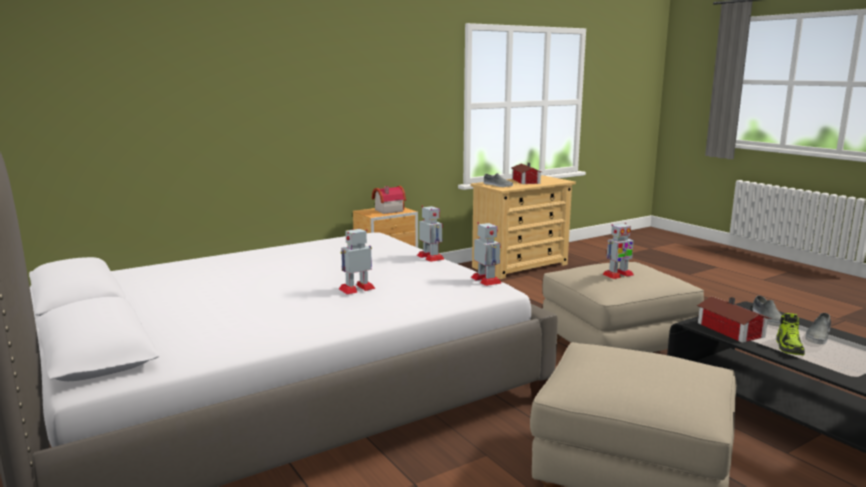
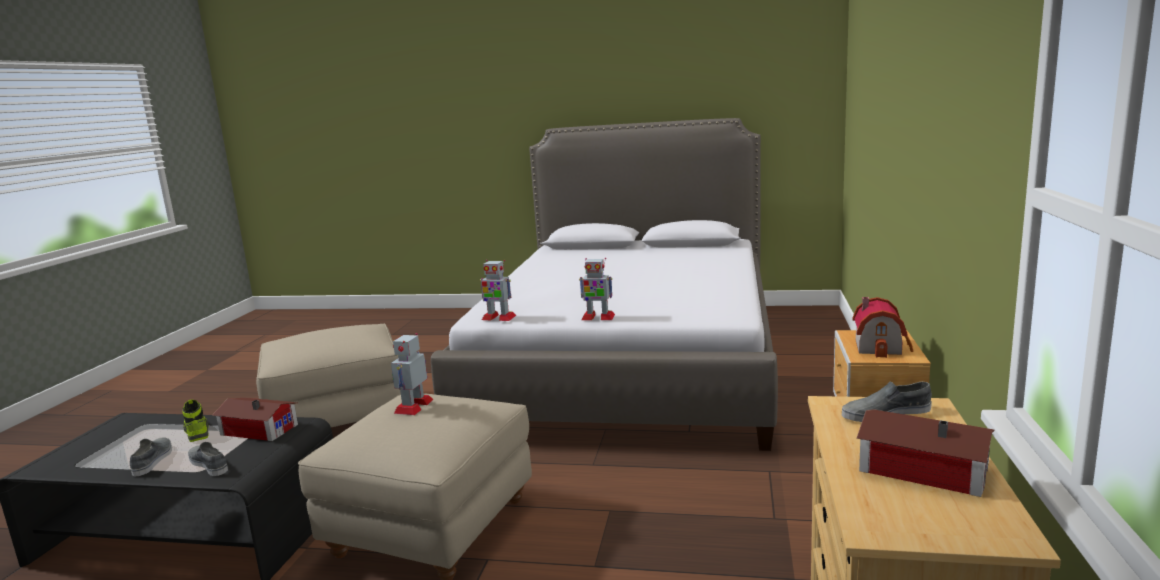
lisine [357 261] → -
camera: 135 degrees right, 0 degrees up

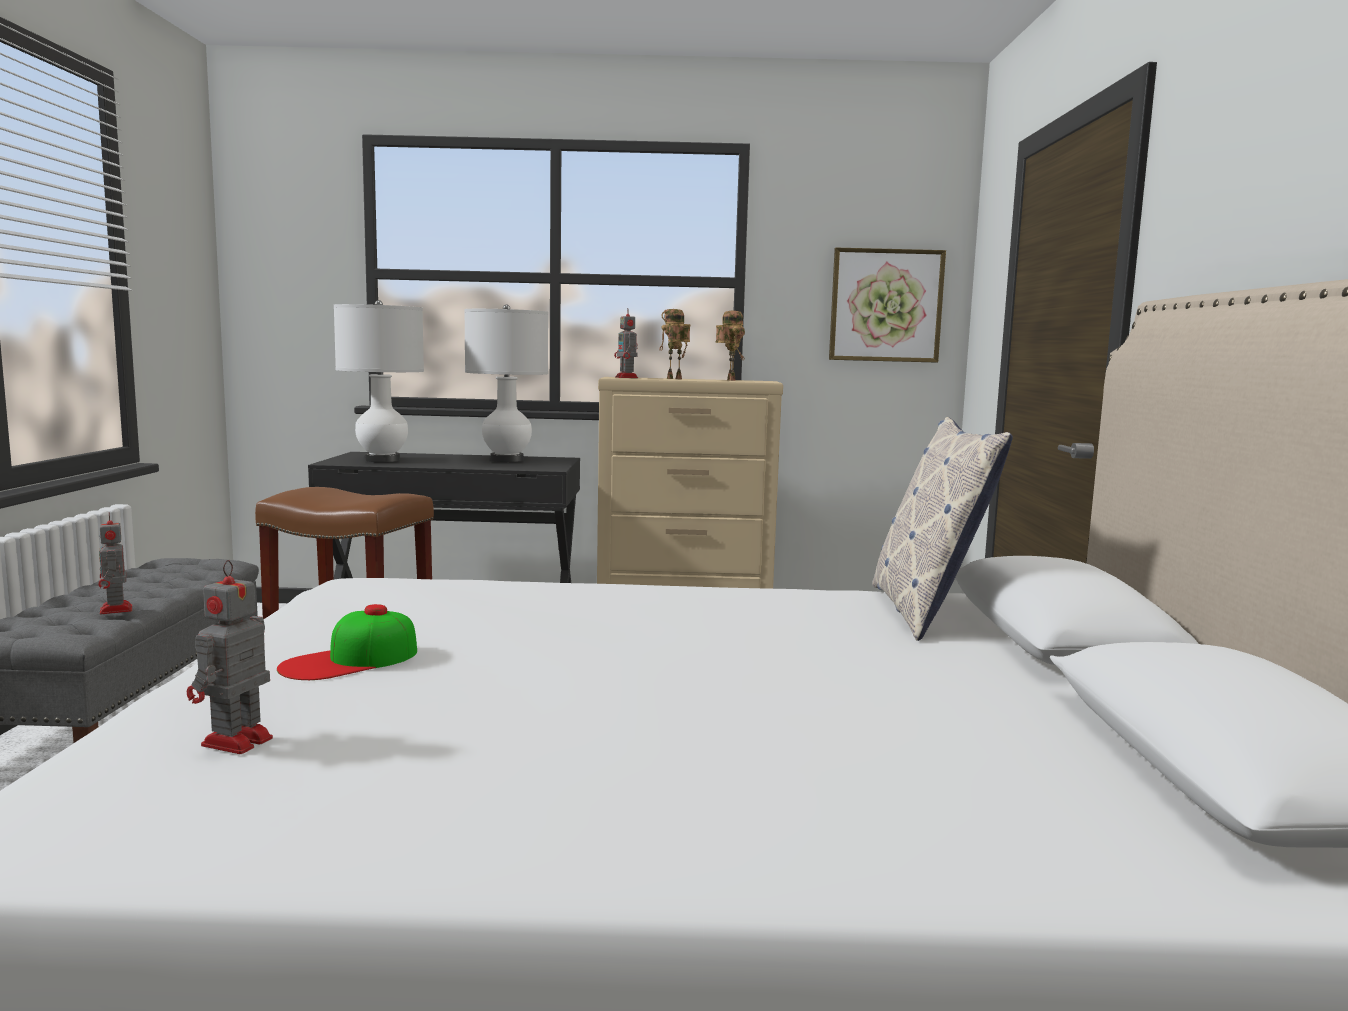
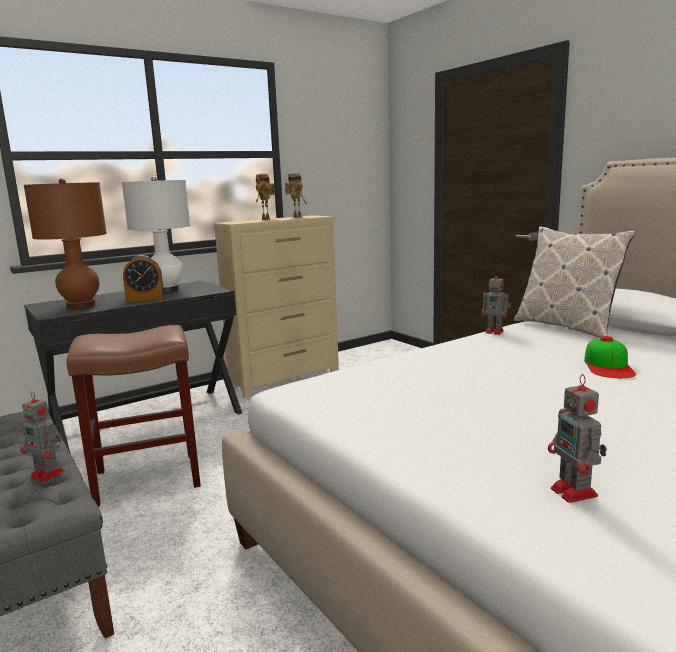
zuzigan [887 305] → -
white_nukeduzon [379 381] → brown_nukeduzon [65 244]
lisine [626 343] → lisine [496 303], moved
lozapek [347 642] → lozapek [610 357], moved
- → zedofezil [143 278]
camera: 35 degrees left, 5 degrees up

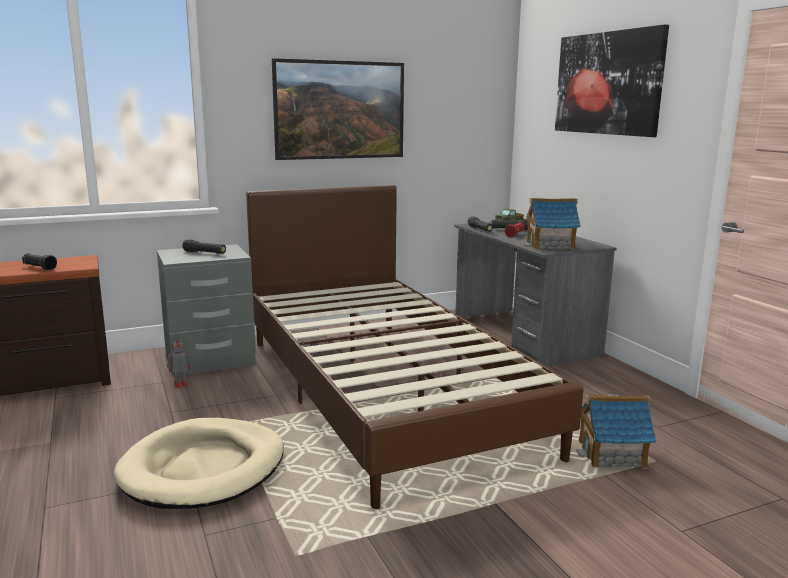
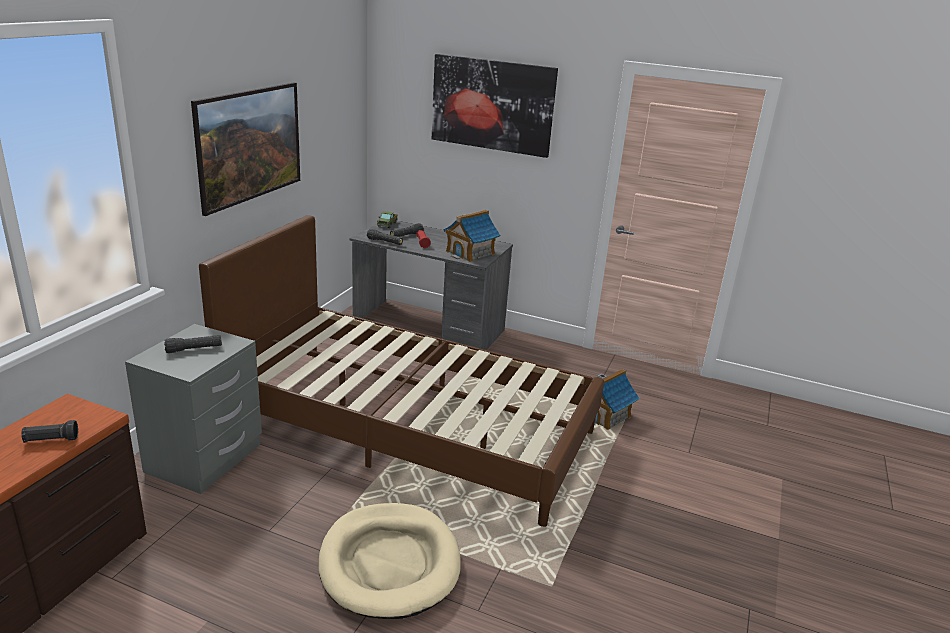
lisine [178 362] → -
camera: 45 degrees left, 10 degrees up

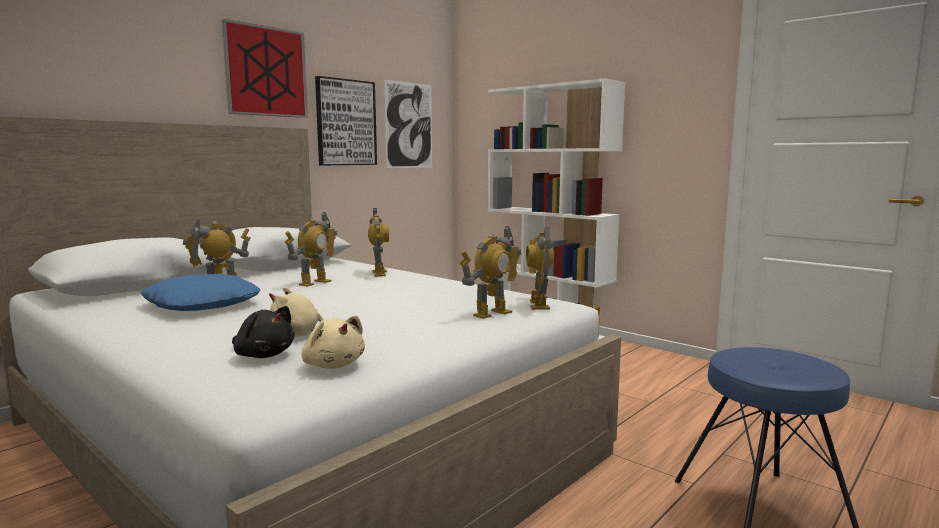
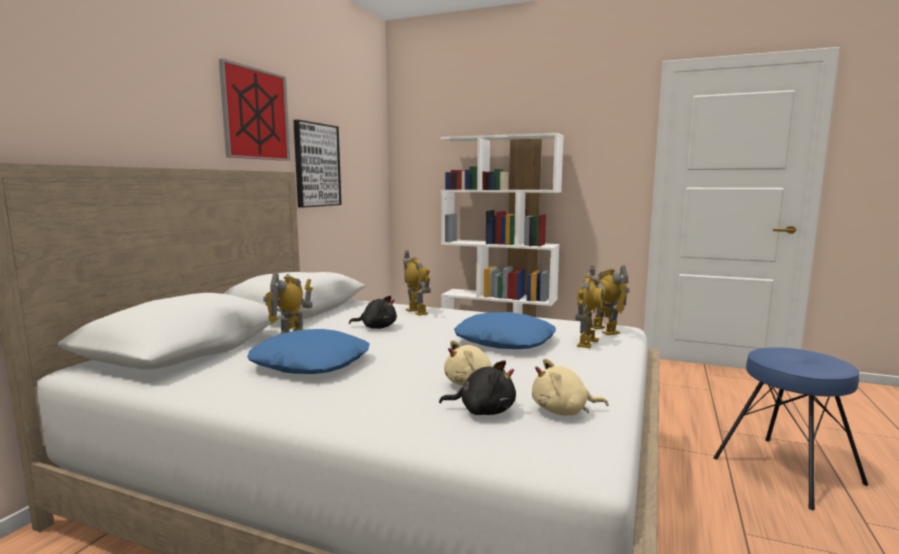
zuzigan [408 124] → -
lisine [311 249] → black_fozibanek [373 312]
beige_fozibanek [333 342] → beige_fozibanek [570 387], 150 degrees clockwise
- → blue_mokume [505 330]
camera: 20 degrees left, 0 degrees up

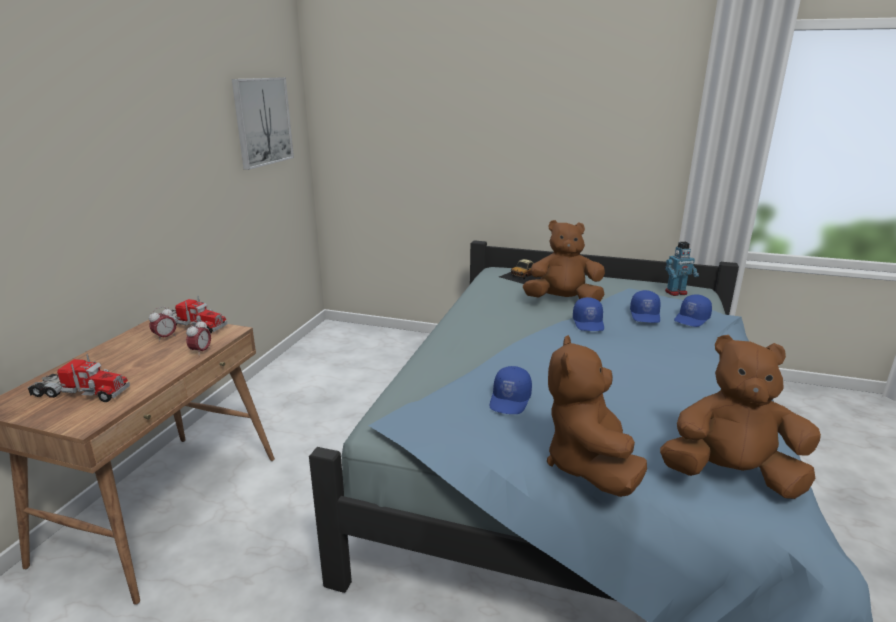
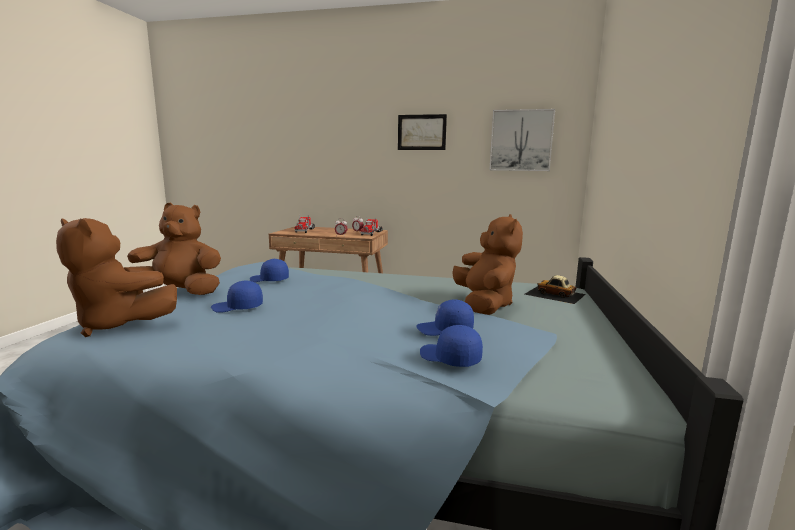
lisine [682 269] → -
blue_lozapek [588 314] → blue_lozapek [237 296], moved
brown_fozibanek [740 417] → brown_fozibanek [116 277], 105 degrees clockwise
- → zuzigan [422 132]
camera: 85 degrees right, 10 degrees down

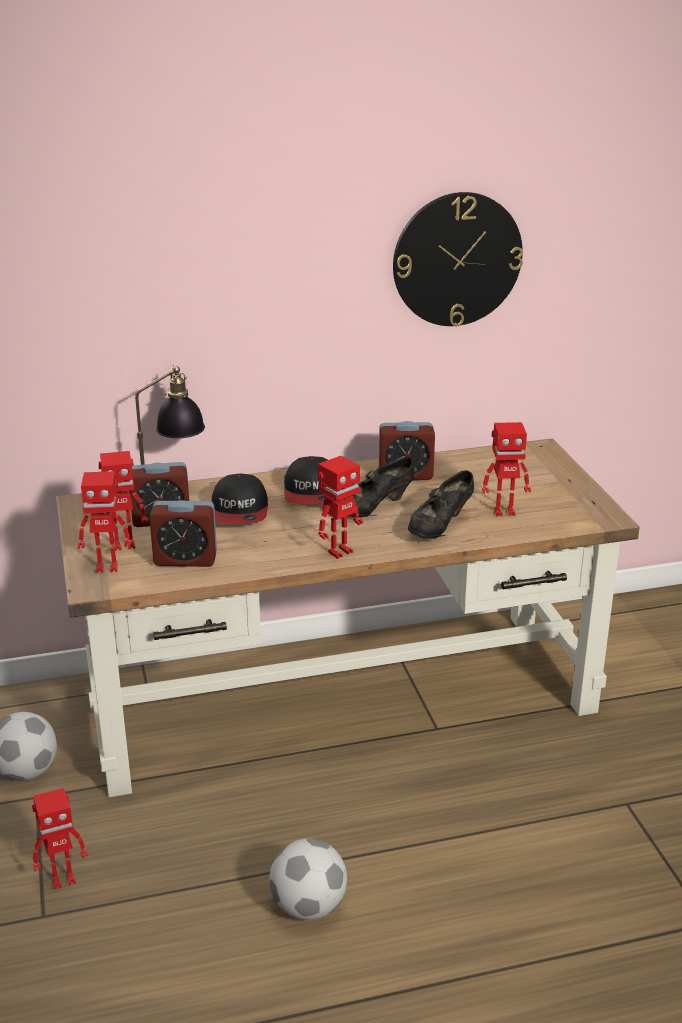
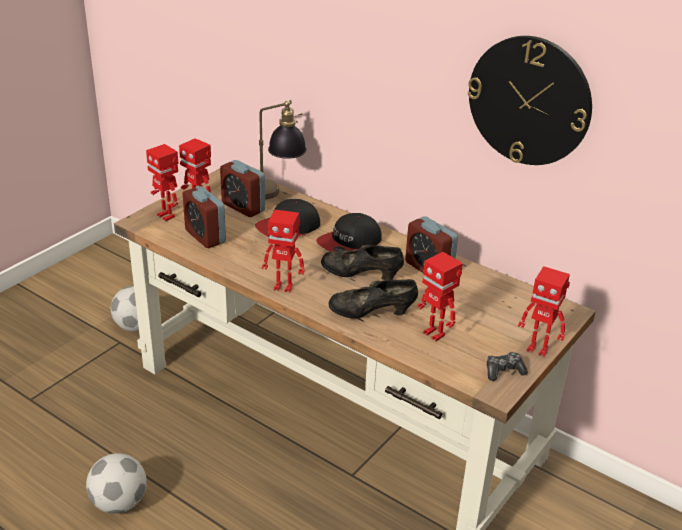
lisine [60 839] → lisine [544 311], moved
- → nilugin [507 366]
camera: 50 degrees right, 5 degrees up

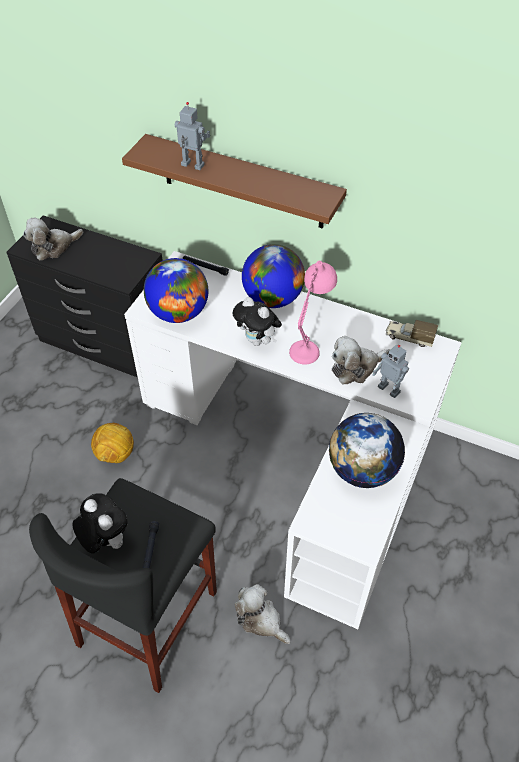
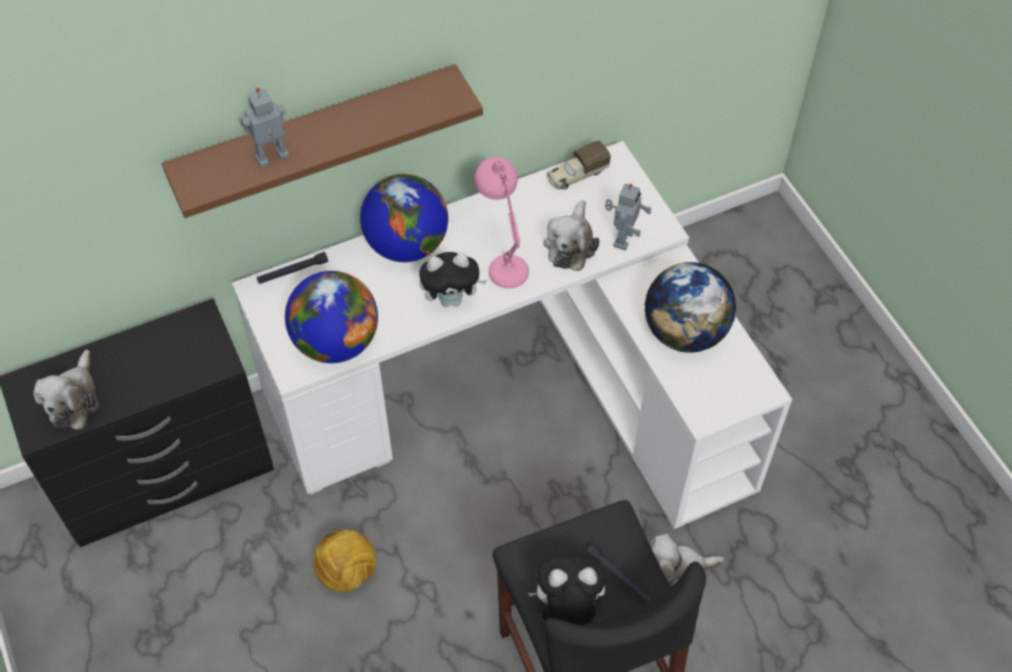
lisine [390 371] → lisine [628 217], 60 degrees counterclockwise
camera: 50 degrees left, 5 degrees up

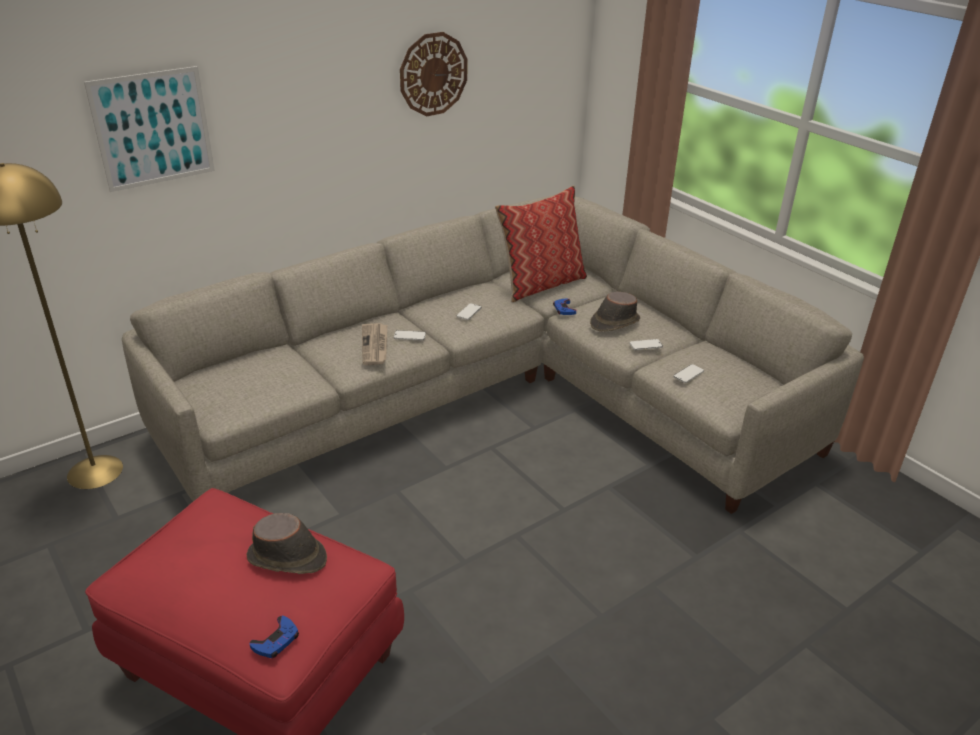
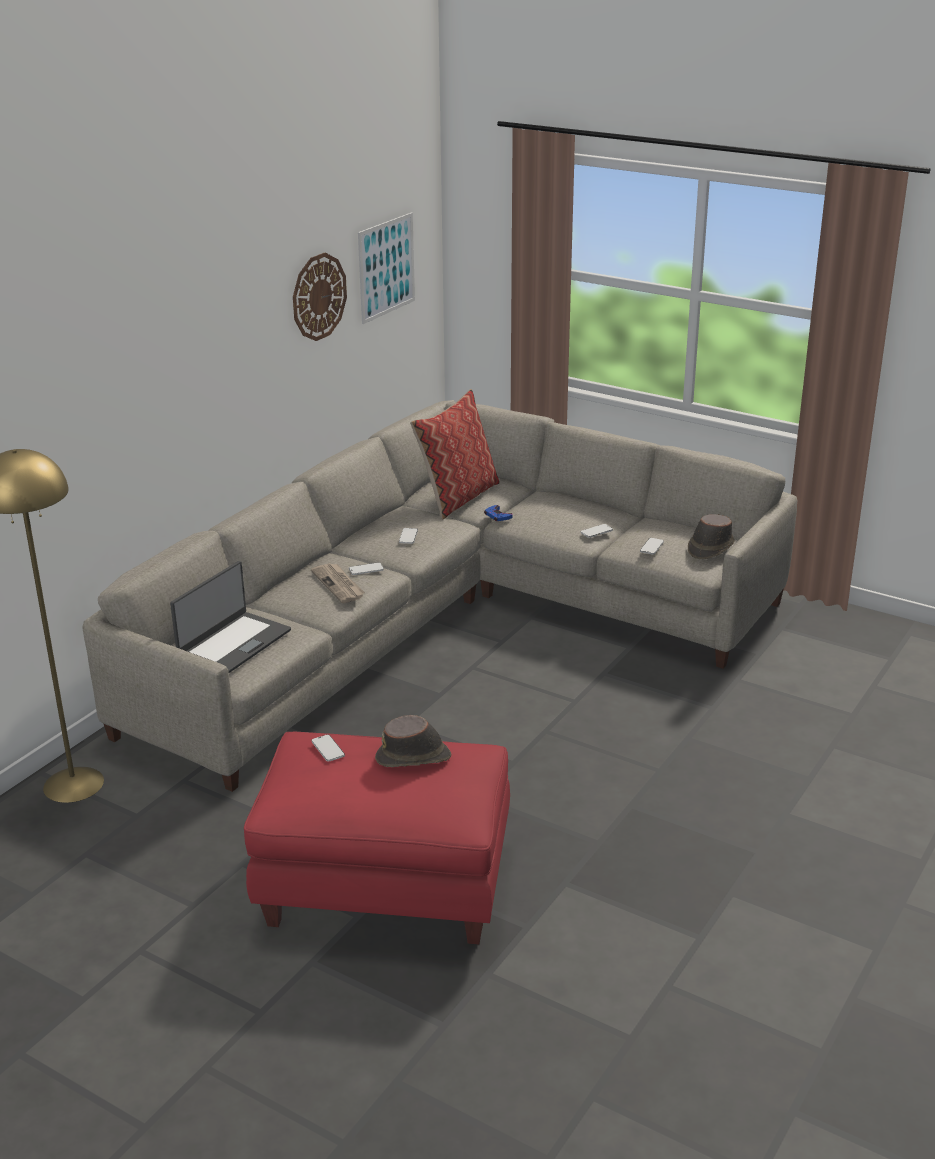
zuzigan [149 129] → zuzigan [386 268], moved
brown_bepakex [615 311] → brown_bepakex [711 536], moved
blue_nilugin [274 637] → -
- → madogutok [230 617]
- → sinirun [328 748]
camera: 20 degrees left, 5 degrees down

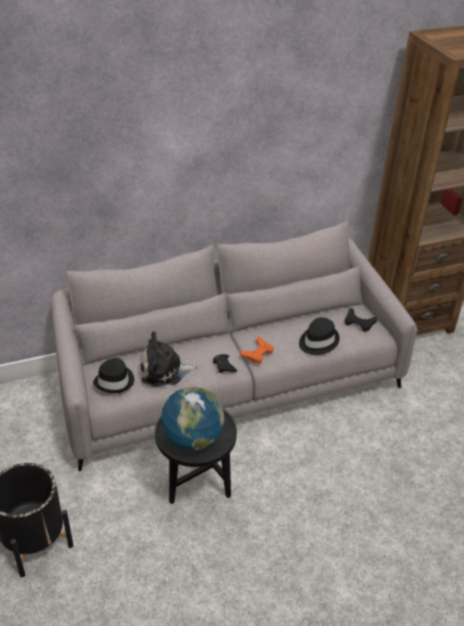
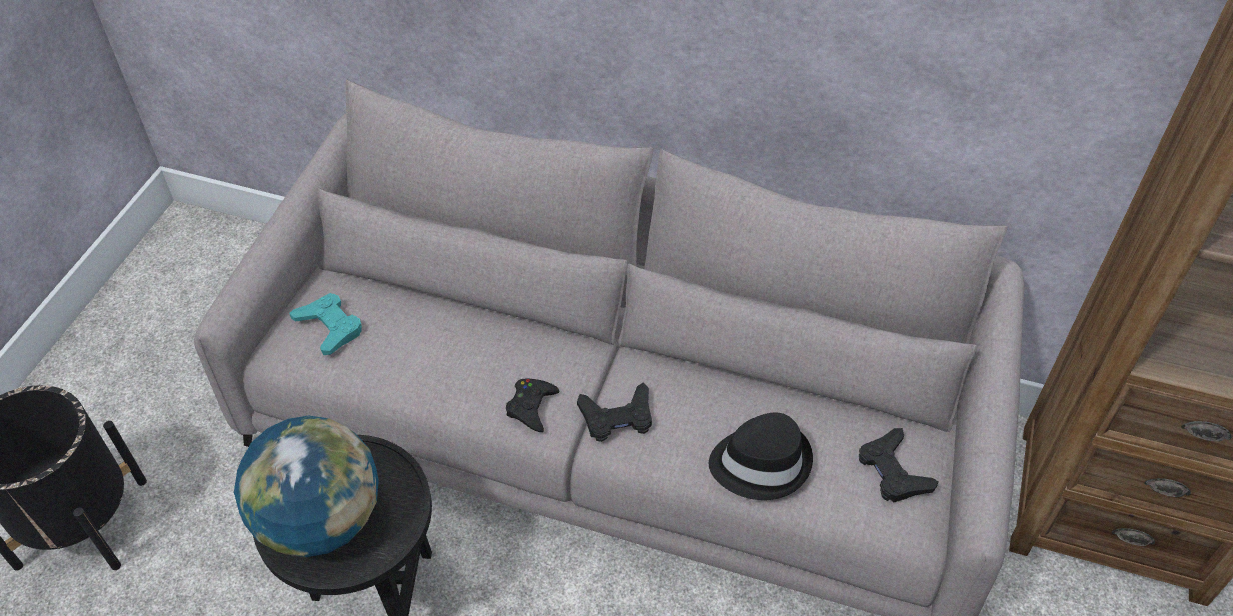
fozibanek [169 359] → -
orange_nilugin [257 350] → black_nilugin [614 412]
black_bepakex [113 375] → turquoise_nilugin [325 324]
camera: 40 degrees right, 10 degrees up

